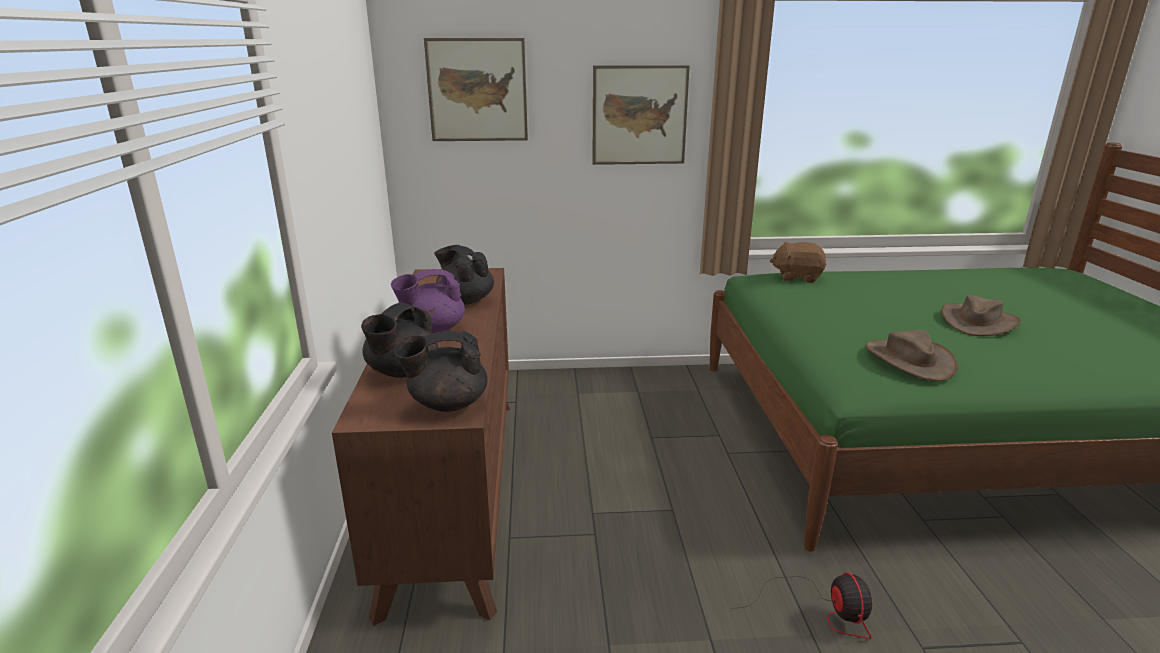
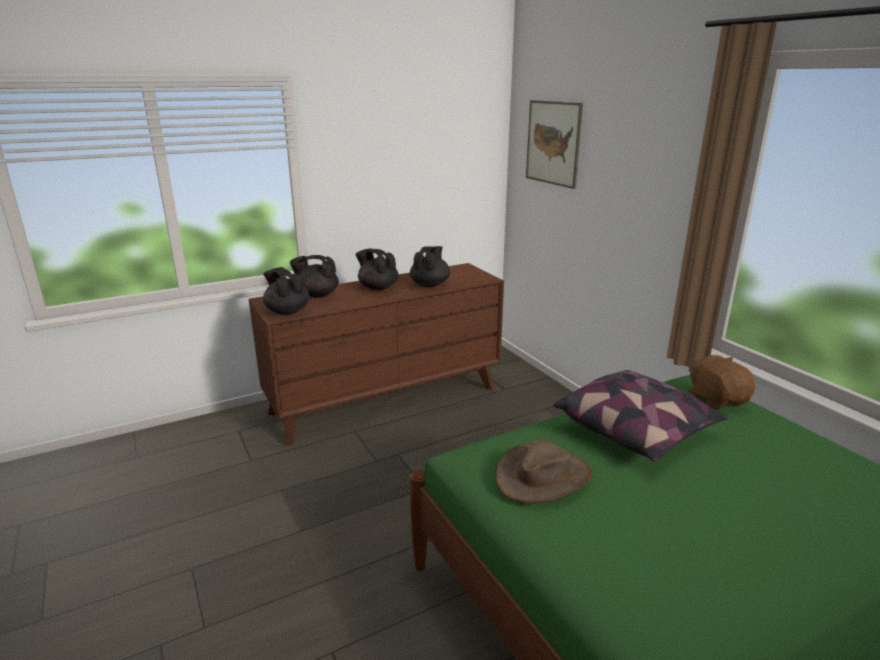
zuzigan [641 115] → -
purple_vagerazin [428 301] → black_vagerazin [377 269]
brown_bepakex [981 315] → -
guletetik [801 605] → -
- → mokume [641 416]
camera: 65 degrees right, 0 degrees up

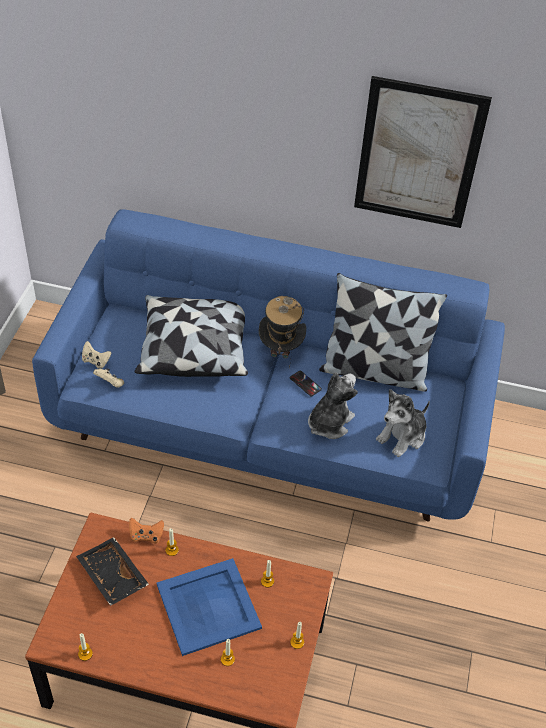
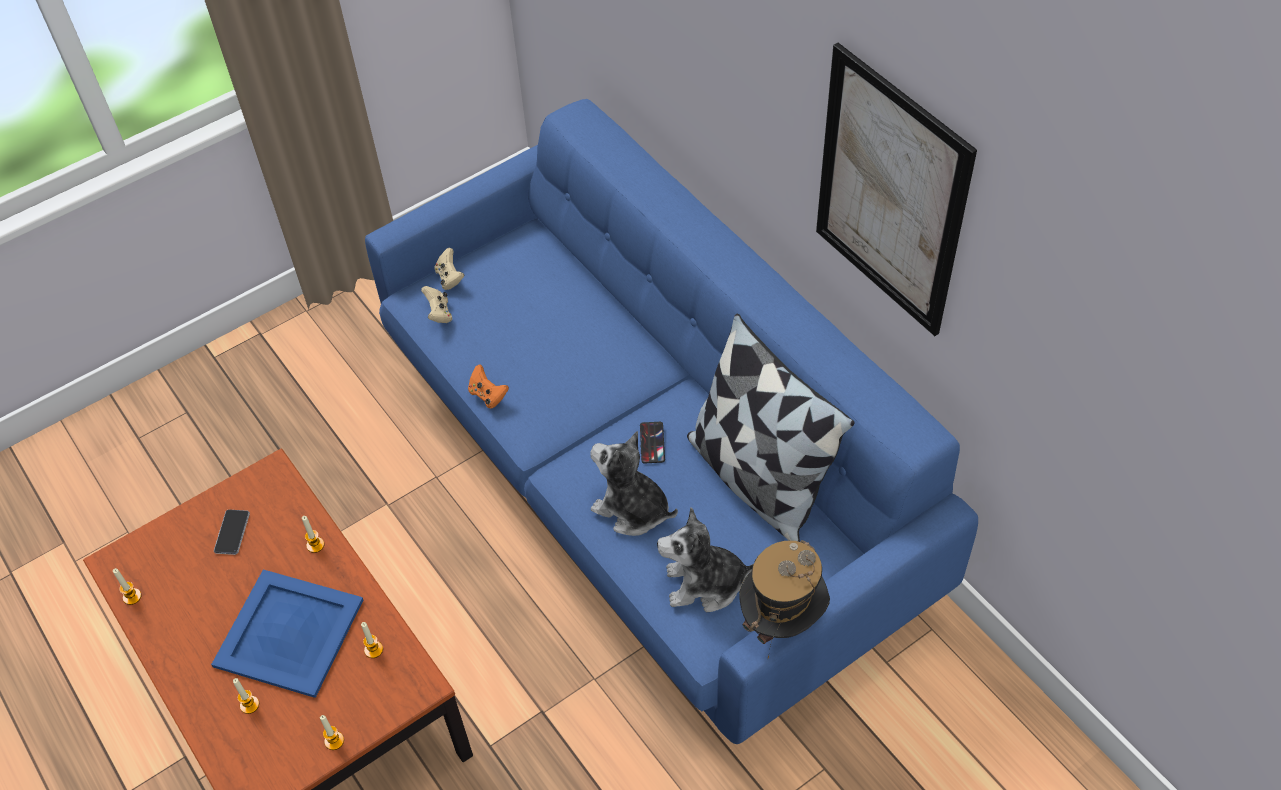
mokume [191 336] → -
bepakex [282 332] → bepakex [784 599], moved
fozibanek [333 405] → fozibanek [634 483], 135 degrees counterclockwise
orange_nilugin [146 531] → orange_nilugin [488 386], moved
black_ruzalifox [112 571] → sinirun [232 532]
camera: 45 degrees right, 5 degrees up

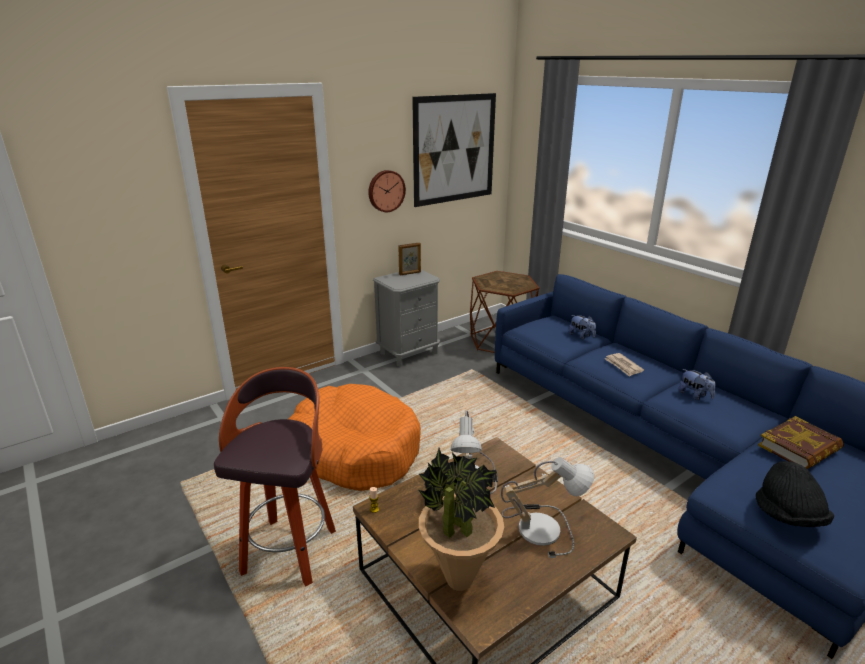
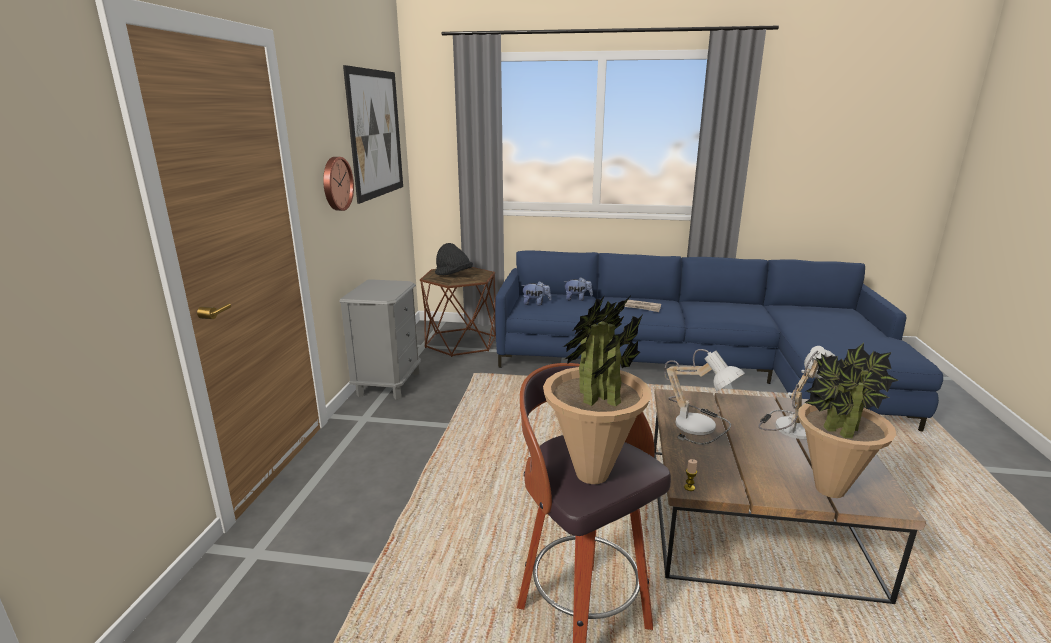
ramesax [409 259] → -
fozibanek [697 384] → fozibanek [536 293], moved
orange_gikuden [354 437] → -
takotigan [801 442] → -
black_bepakex [795 494] → black_bepakex [454 259], moved
- → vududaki [597 389]
camera: 45 degrees left, 5 degrees down

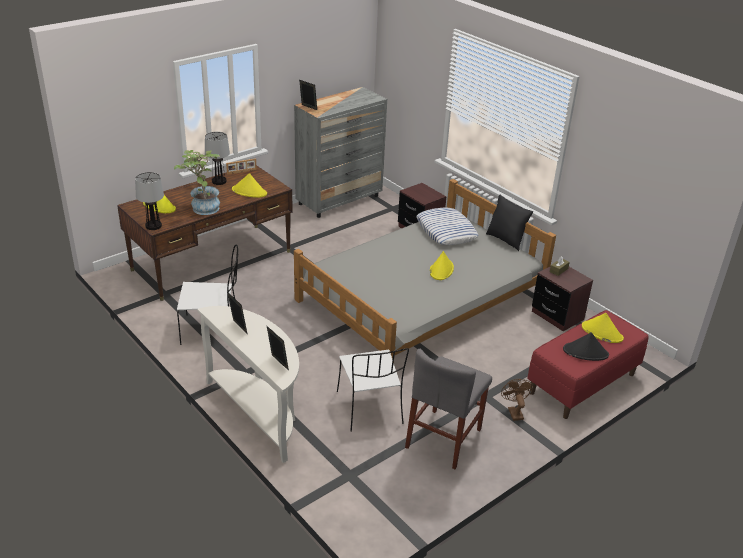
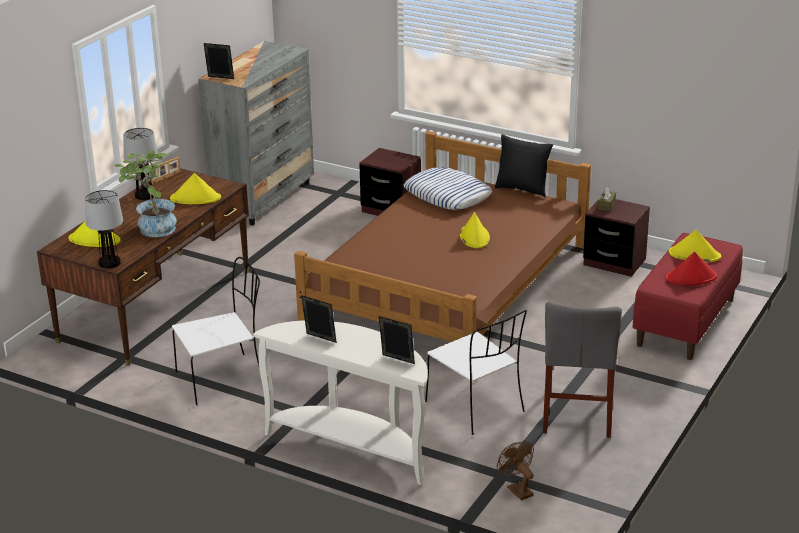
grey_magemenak [425 269] → brown_magemenak [442 236]
black_bepakex [586 346] → red_bepakex [691 268]
brown_guletetik [517 400] → brown_guletetik [515 471], moved
camera: 20 degrees left, 5 degrees down

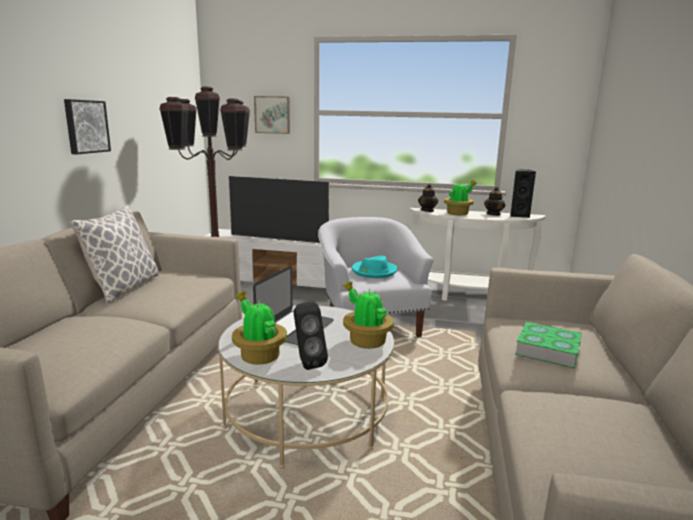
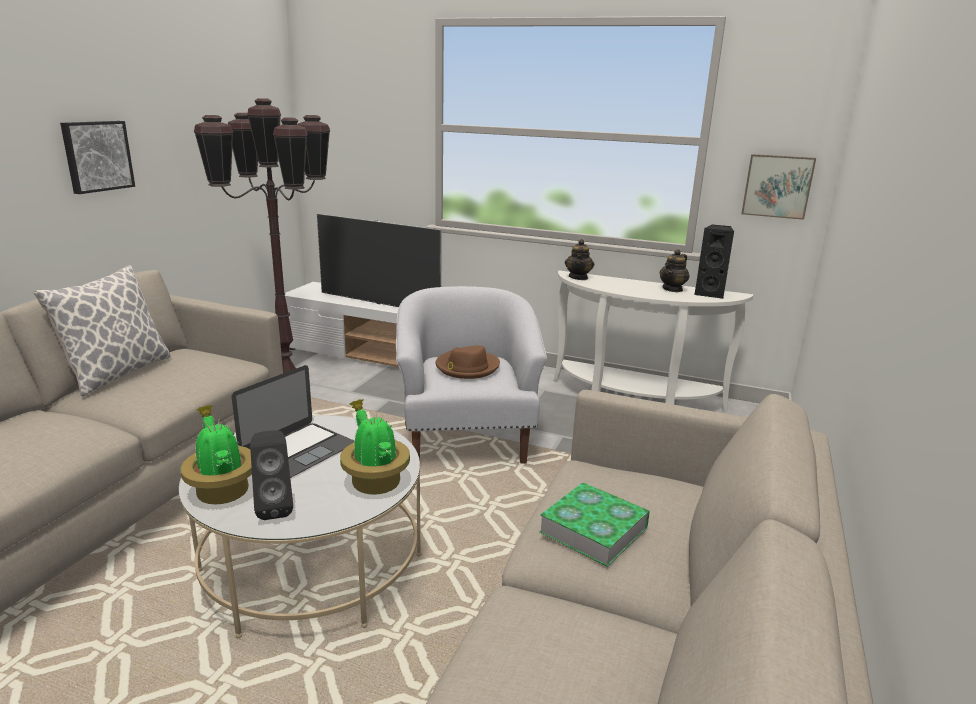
zuzigan [272 115] → zuzigan [778 187], moved
vududaki [460 197] → -
turquoise_bepakex [375 267] → brown_bepakex [468 362]
camera: 10 degrees right, 5 degrees up

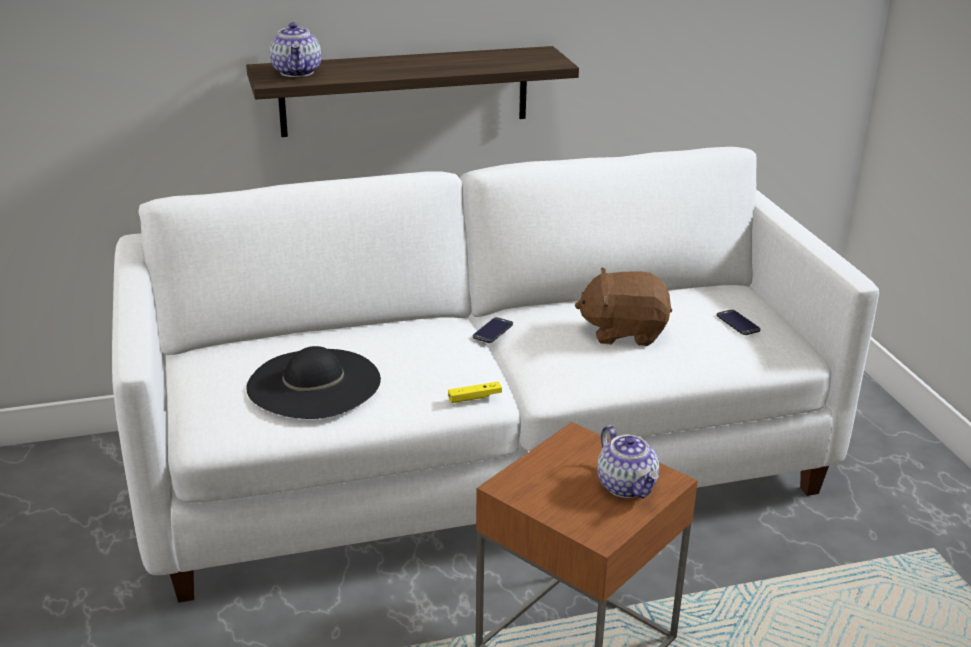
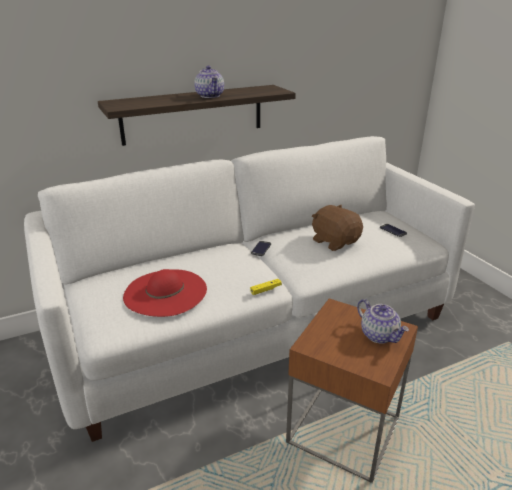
vagerazin [295 49] → vagerazin [209 82], moved
brown_fozibanek [623 307] → brown_fozibanek [337 228], 60 degrees clockwise
black_bepakex [313 382] → red_bepakex [165 293]
camera: 10 degrees left, 0 degrees up

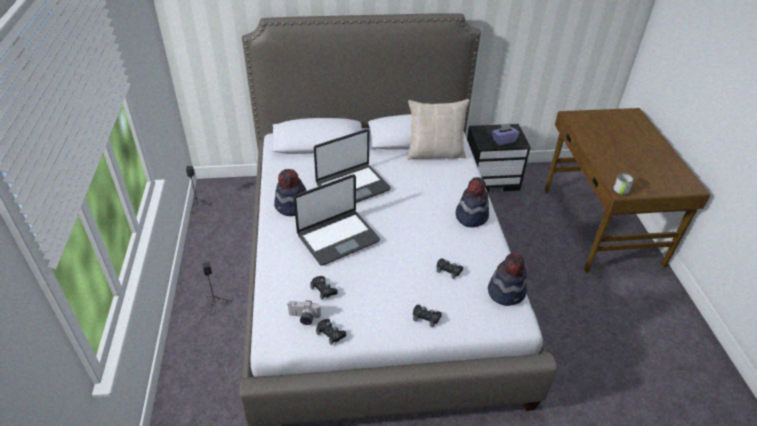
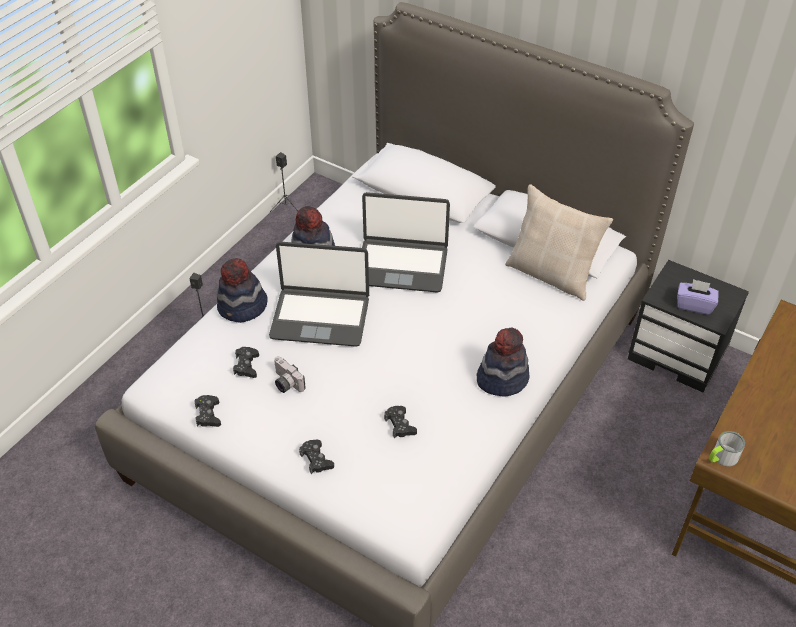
bepakex [507 279] → bepakex [242 290], moved
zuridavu [304 312] → zuridavu [290 374], moved
camera: 40 degrees right, 5 degrees up

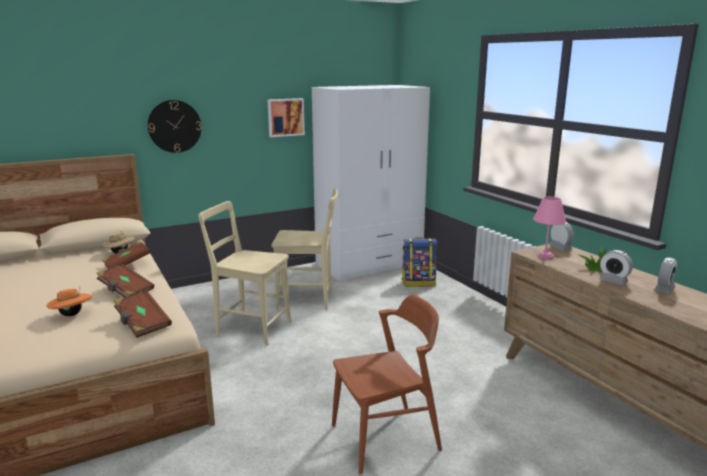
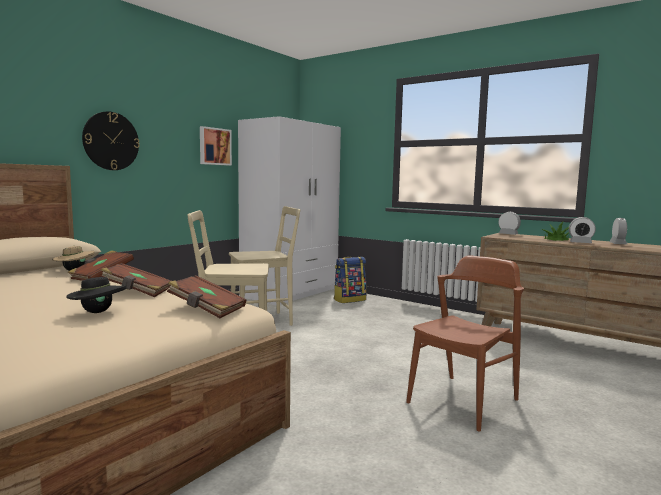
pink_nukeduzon [549 228] → -
orange_bepakex [69 301] → black_bepakex [96 293]
camera: 25 degrees left, 10 degrees down

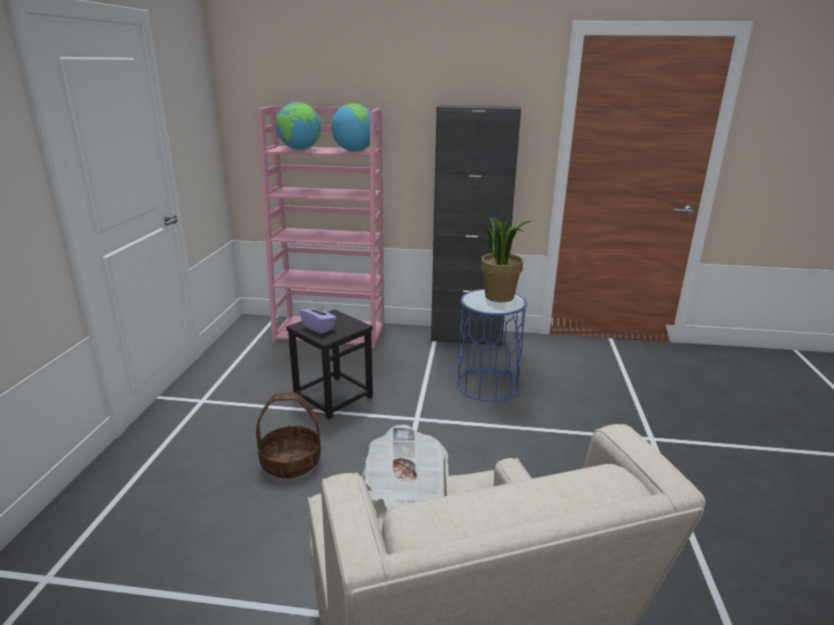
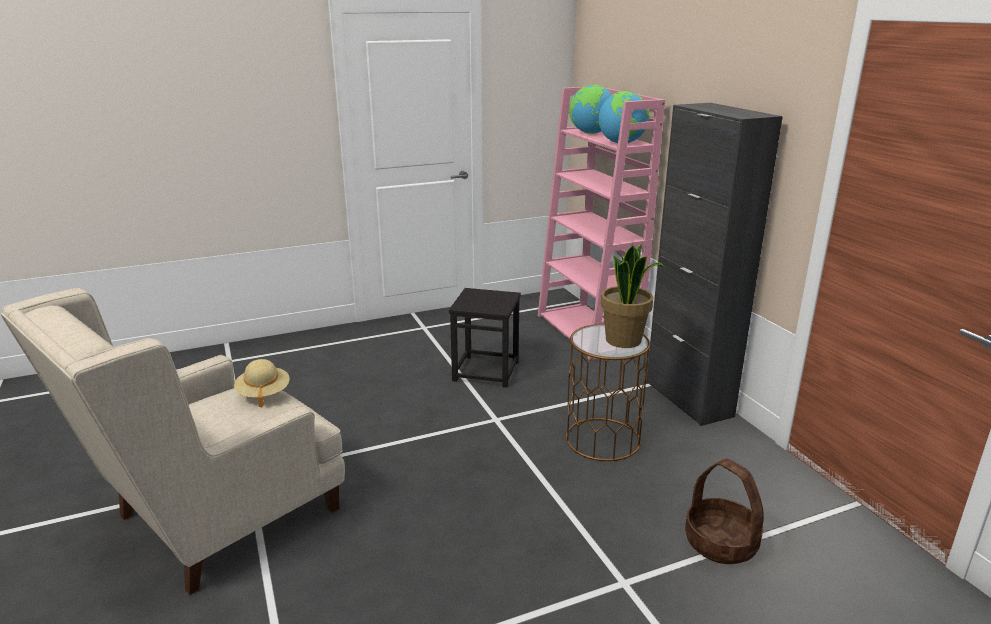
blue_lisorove [492 345] → brown_lisorove [607 392]
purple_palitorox [318 317] → -
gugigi [288 435] → gugigi [724 511], moved
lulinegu [406 468] → beige_bepakex [262 383]
camera: 60 degrees right, 0 degrees up

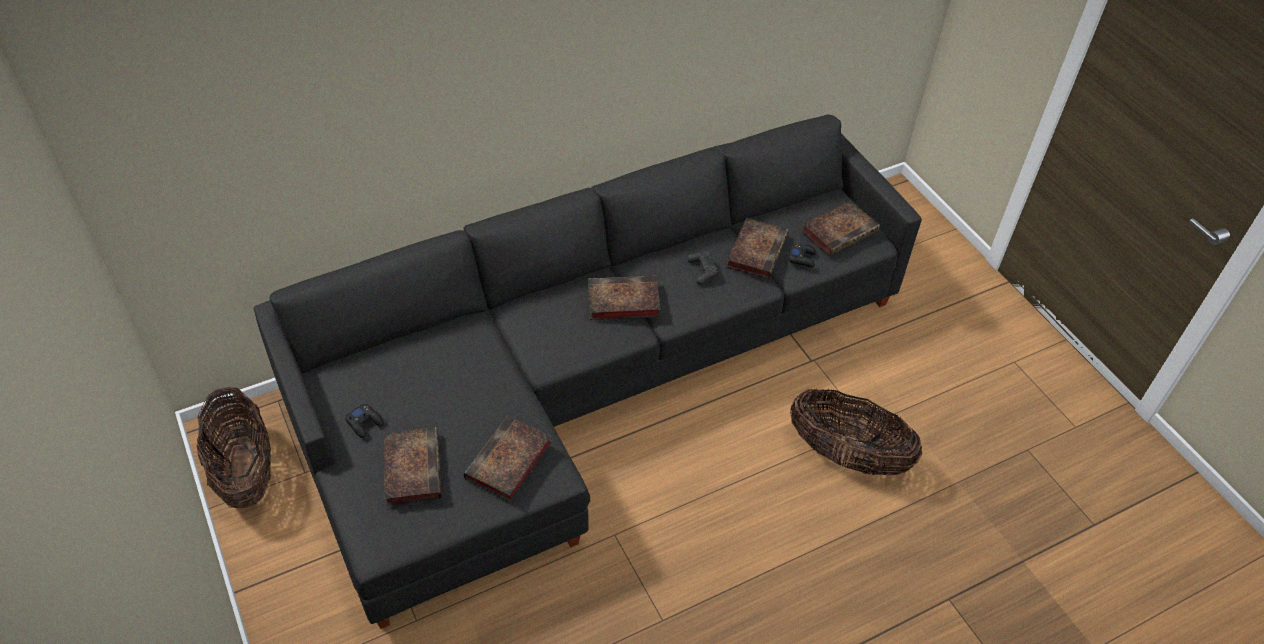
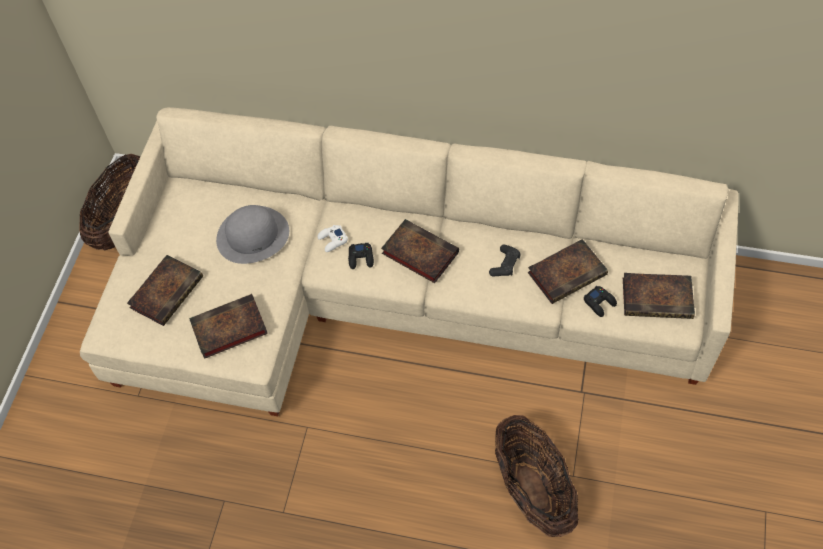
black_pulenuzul [588 371] → beige_pulenuzul [409 261]
black_nilugin [364 421] → black_nilugin [361 256], moved
- → grey_bepakex [252 234]
- → white_nilugin [333 238]
camera: 45 degrees right, 10 degrees up

